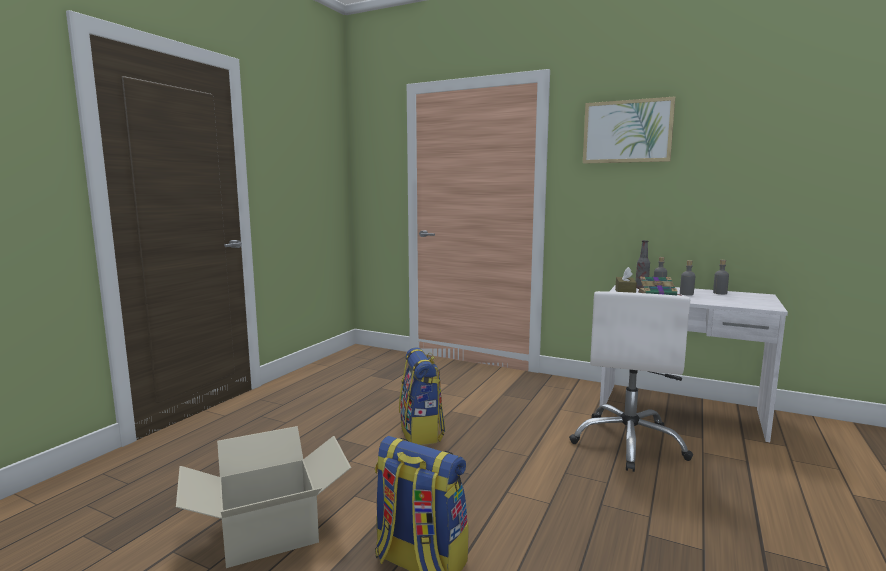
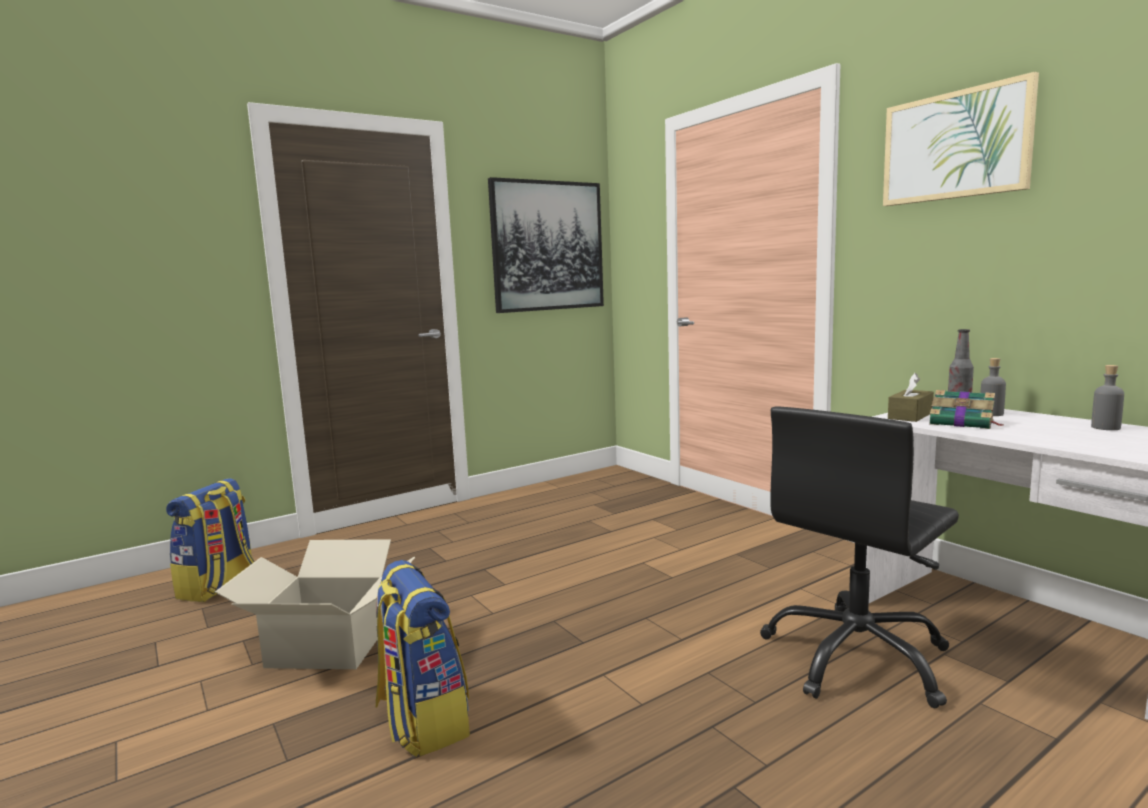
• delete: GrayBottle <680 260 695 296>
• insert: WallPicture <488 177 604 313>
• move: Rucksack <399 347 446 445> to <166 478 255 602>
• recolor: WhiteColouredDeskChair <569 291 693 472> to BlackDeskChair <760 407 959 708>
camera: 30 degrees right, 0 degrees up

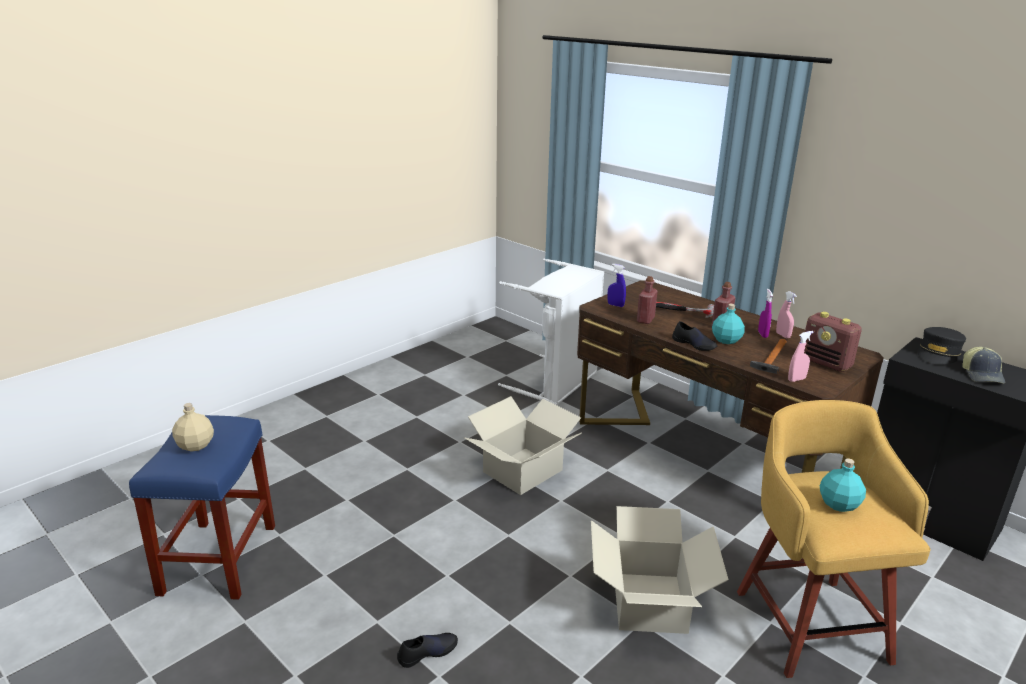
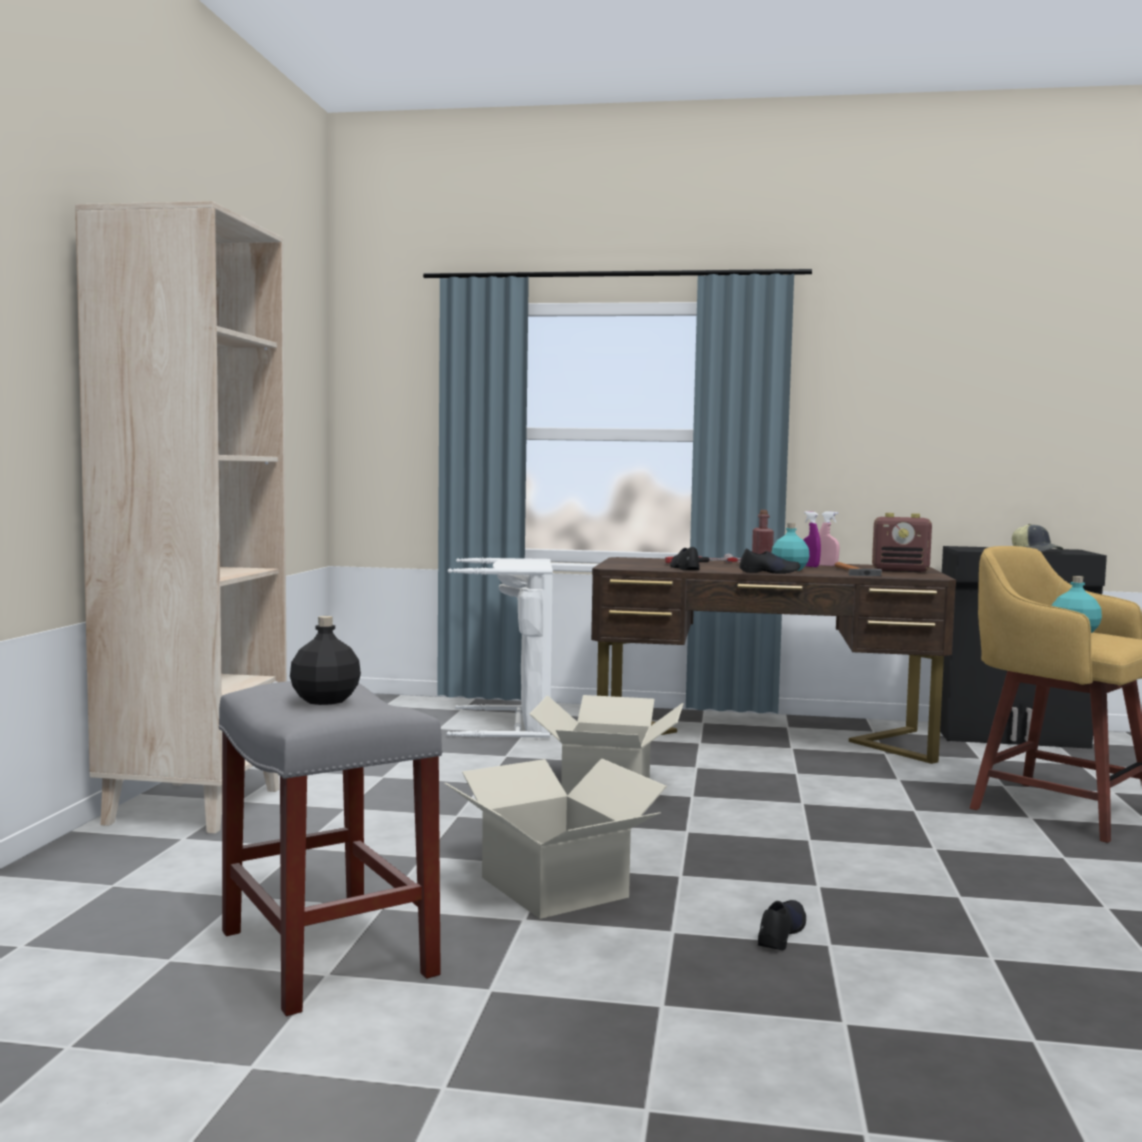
• delete: BlueColouredHandSprayer <607 264 626 307>
• delete: PinkHandSprayer <788 331 813 382>
• delete: BlackPeakedCap <917 327 966 365>
• insert: BeigeColouredShelvingUnit <75 201 287 834>
• move: PackingBox <591 506 729 634> to <445 759 667 919>
• replace: RedBottle <637 276 658 324> to BlackLowShoe <670 547 700 570>
• recolor: BlueColouredStoolSeat <129 415 275 600> to GrayStoolSeat <218 681 443 1016>
• recolor: BeigeColouredBottle <172 403 214 452> to BlackBottle <290 616 361 705>
camera: 35 degrees left, 20 degrees down

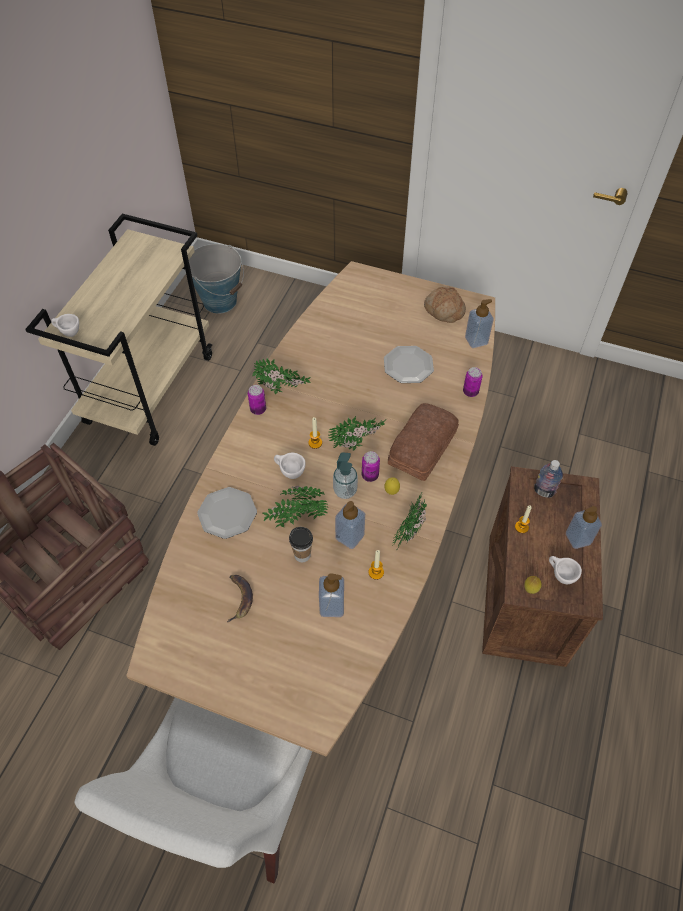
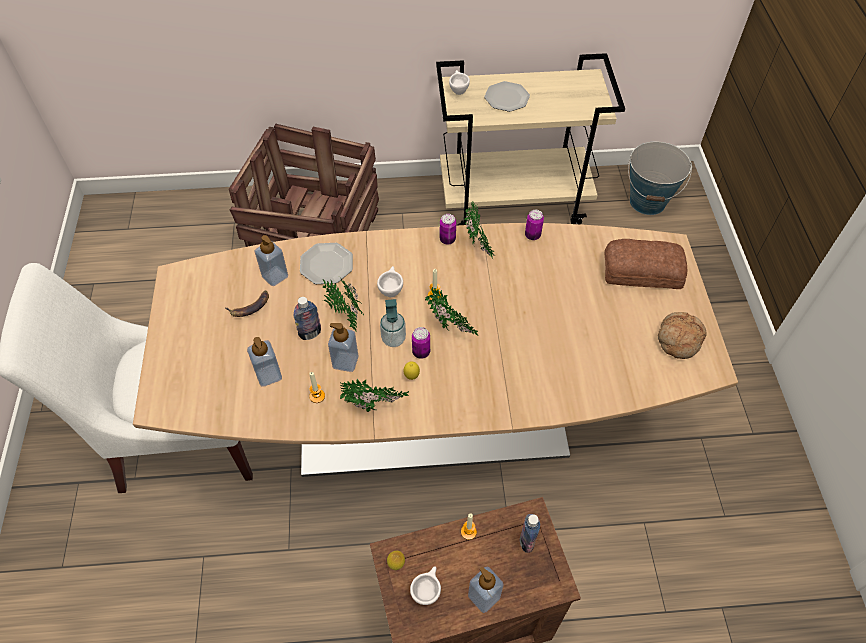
• move: Plate <384 346 434 383> to <484 81 530 112>
• move: BakedBread <388 403 459 481> to <605 239 687 289>
• move: MetalCan <463 367 483 397> to <525 210 544 240>
• move: LiquidSoapBottle <465 299 494 348> to <254 235 288 286>
• replace: DrinkingCup <289 527 313 562> to Bottle <294 297 321 340>
camera: 65 degrees right, 0 degrees up

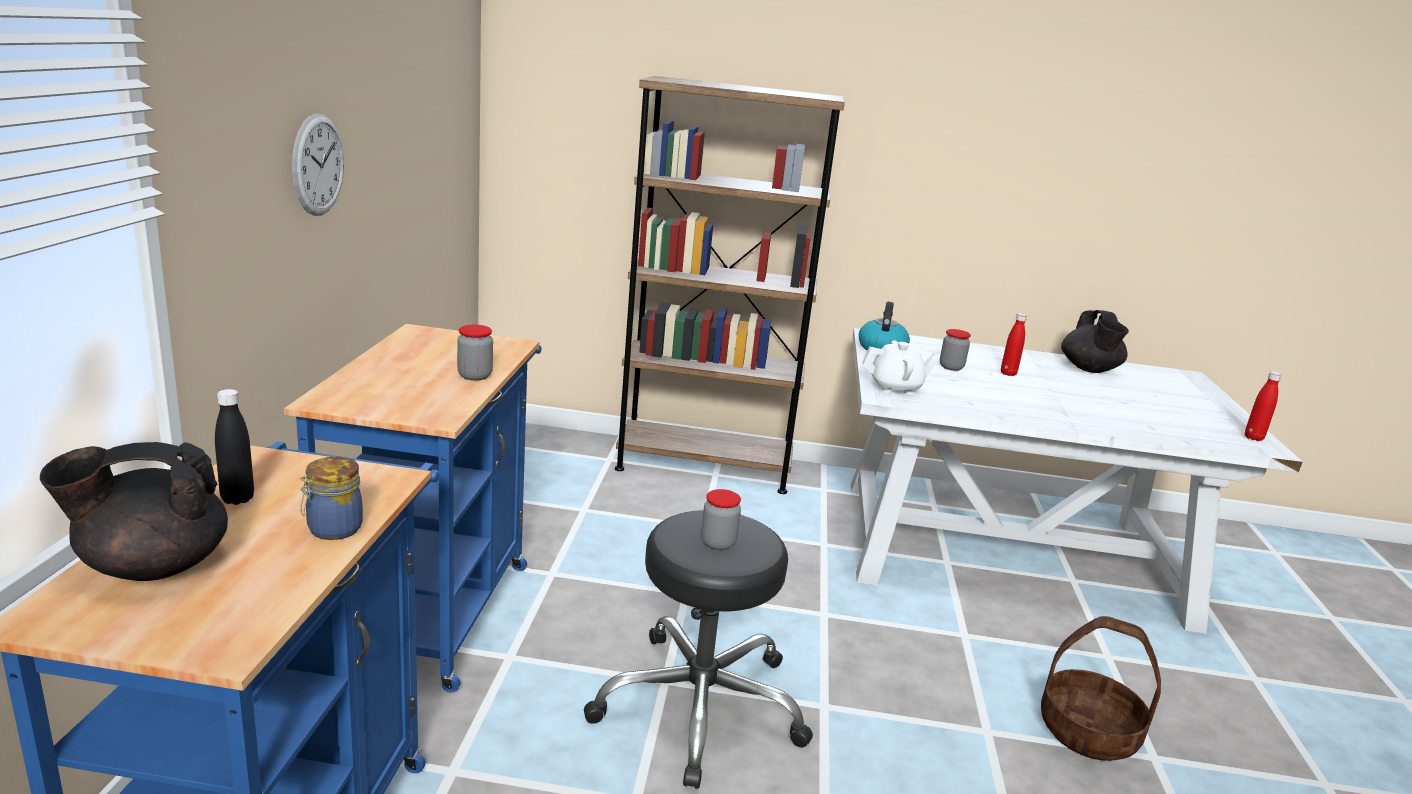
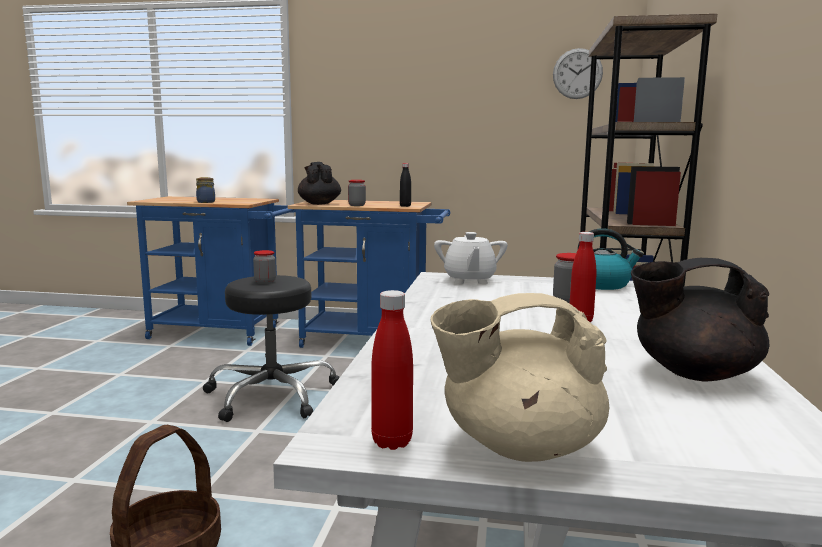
• insert: BeigeColouredPotForTea <430 293 609 462>
• move: BlackPotForTea <40 442 228 581> to <298 162 341 205>
• move: BlackBottle <215 389 254 505> to <400 163 411 207>
• move: WallClock <292 113 344 216> to <553 48 603 99>
camera: 95 degrees right, 10 degrees down

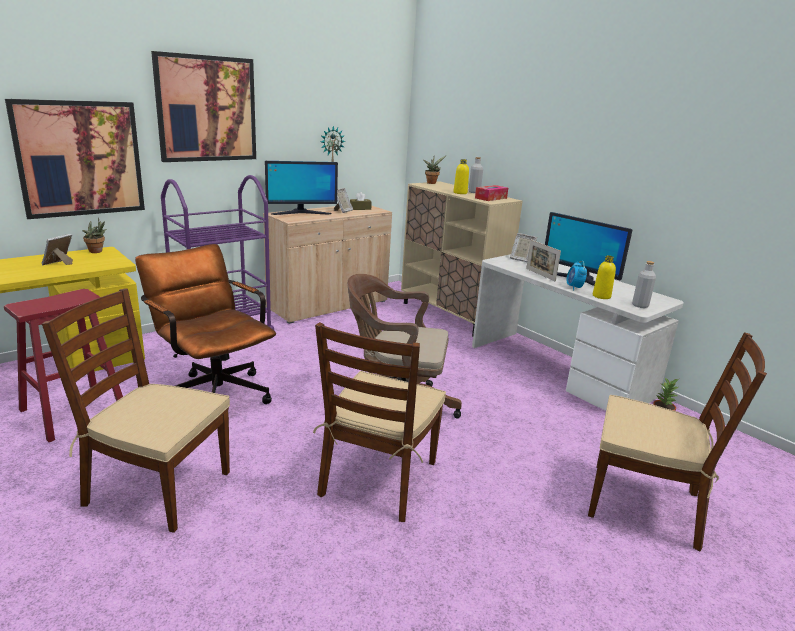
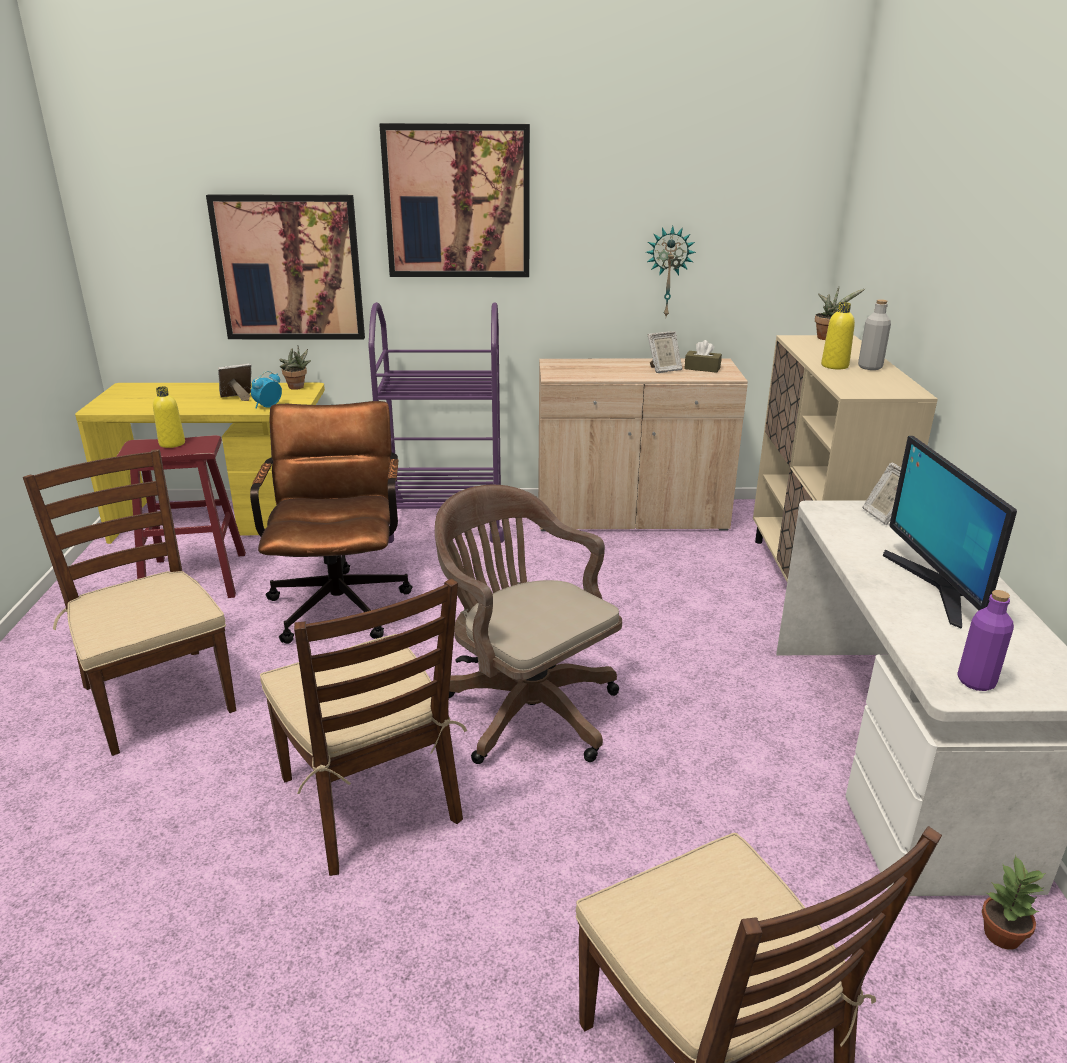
• delete: ComputerScreen <265 161 338 215>
• delete: BoxOfTissues <475 185 508 201>
• delete: PictureFrame <526 240 561 282>
• move: TableClock <567 261 587 290> to <251 371 282 409>
• move: YellowColouredBottle <593 256 616 299> to <153 386 185 448>
• recolor: GrayBottle <632 261 656 308> to PurplishBottle <957 590 1014 691>
• rotate: BrownChair <313 322 446 522> = <260 578 467 876> 90 degrees counterclockwise
camera: 40 degrees right, 5 degrees up

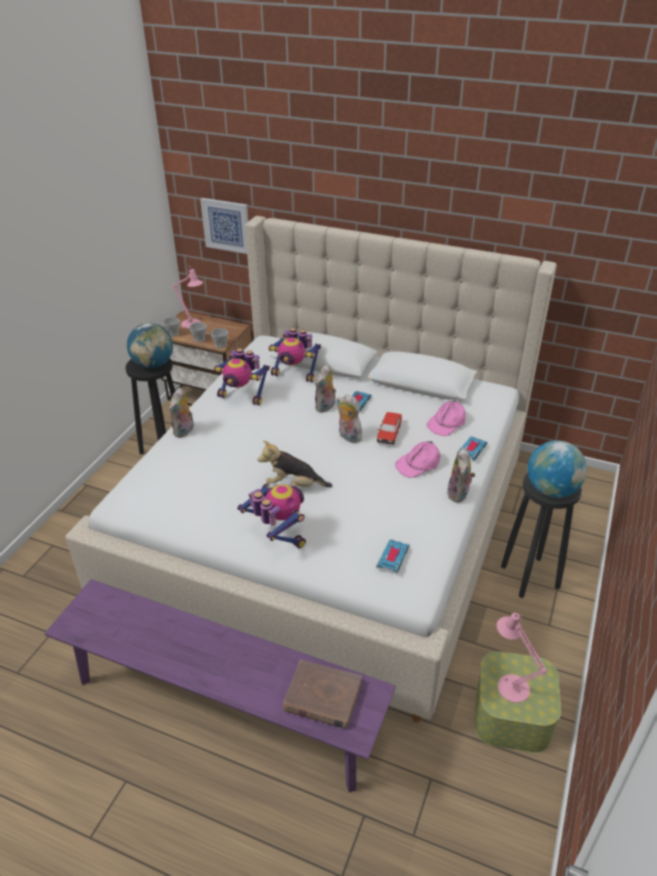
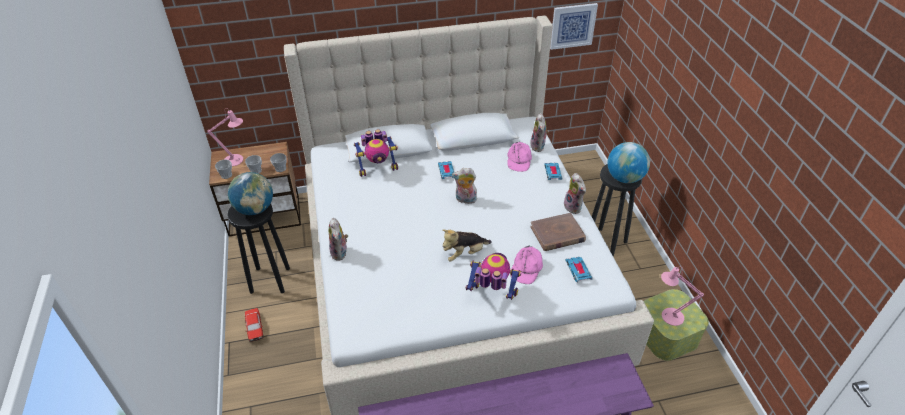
• delete: ModelRobot <213 348 270 406>
• move: WallPicture <200 198 248 254> to <550 3 598 50>
• move: BrownVolume <283 660 362 729> to <530 213 586 251>
• move: SoftToy <315 364 336 413> to <530 113 549 152>
• move: ModelCar <377 412 402 445> to <245 308 264 342>
• move: PinkPeakedCap <395 441 440 478> to <510 246 543 284>
camera: 35 degrees left, 5 degrees up

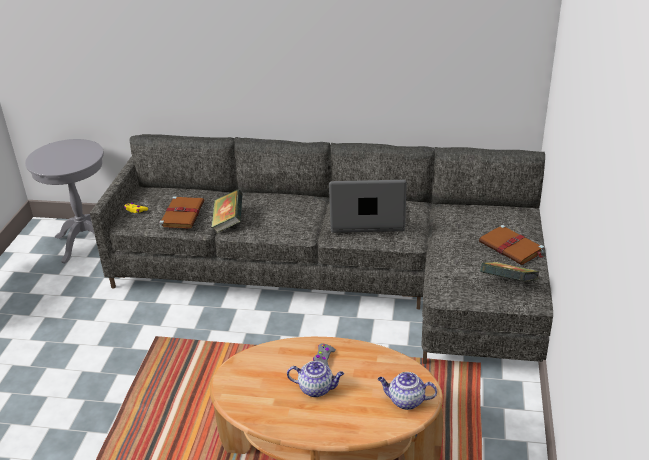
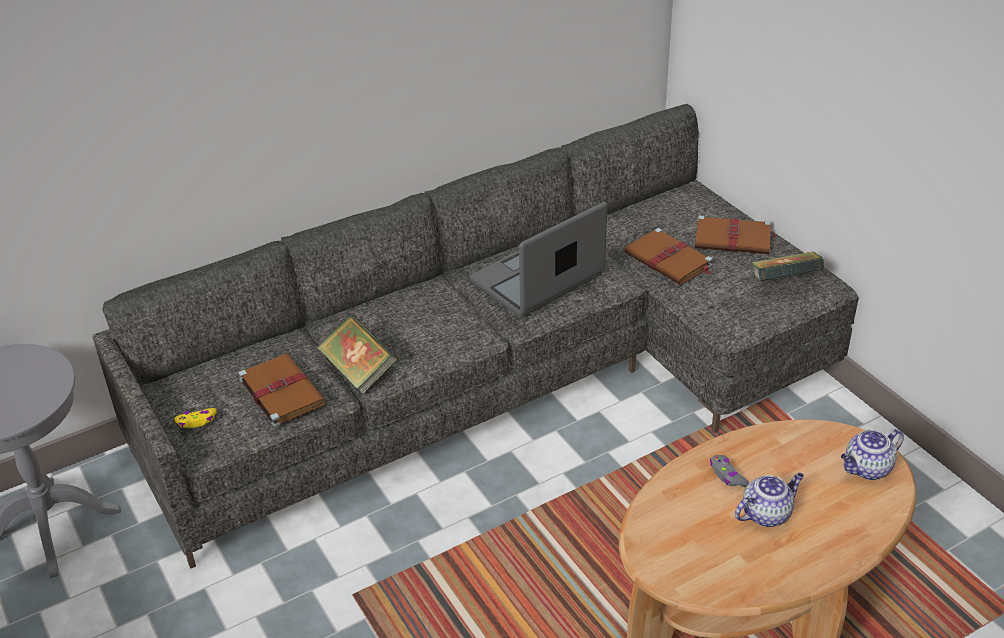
• insert: BrownVolume <624 228 712 285>
camera: 40 degrees left, 5 degrees up

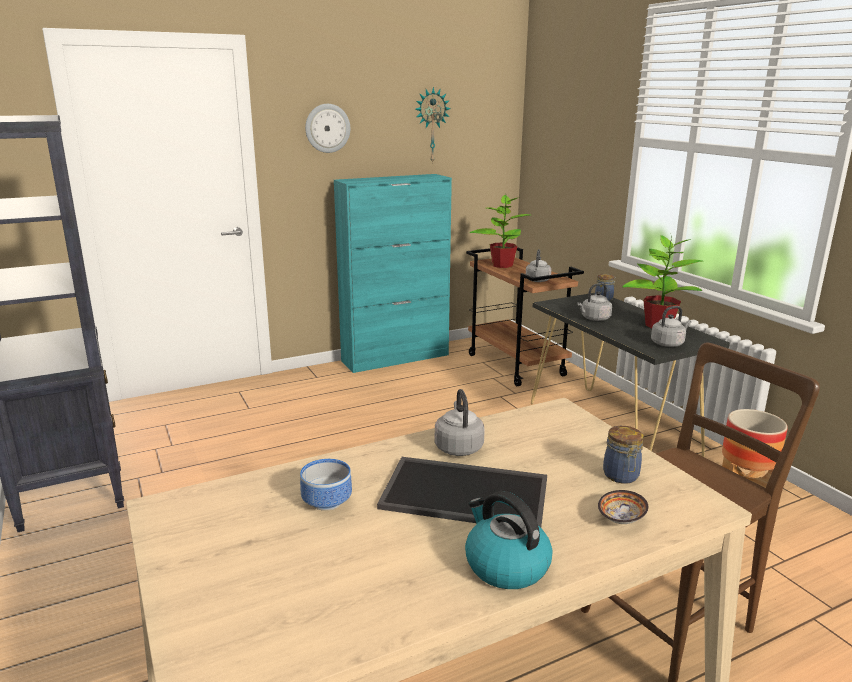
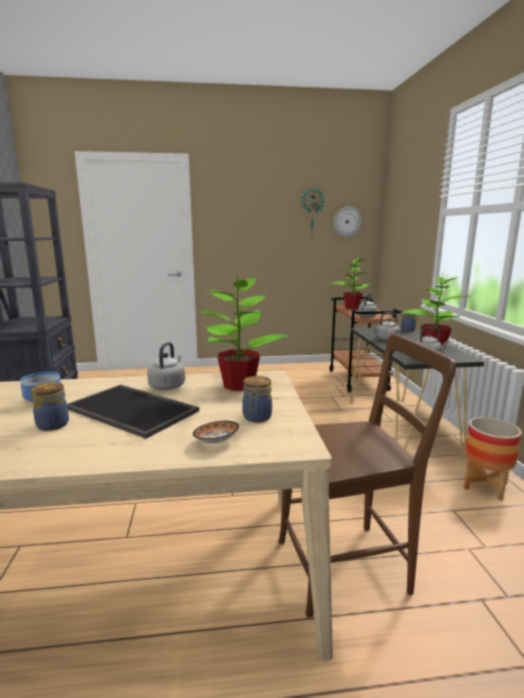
• delete: BlueGreenStorageCabinet <334 174 452 373>
• delete: WaterKettle <465 491 553 589>
• insert: StorageJar <31 382 69 431>
• insert: Houseplant <200 272 289 391>
• move: WallClock <305 104 350 153> to <334 207 362 237>
camera: 20 degrees right, 5 degrees down

